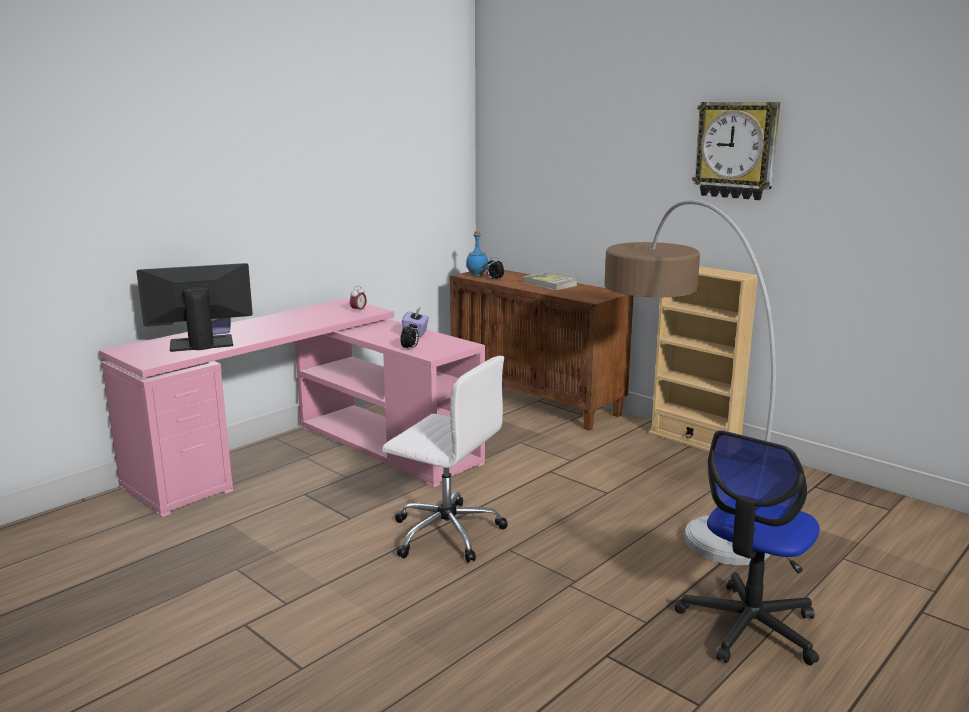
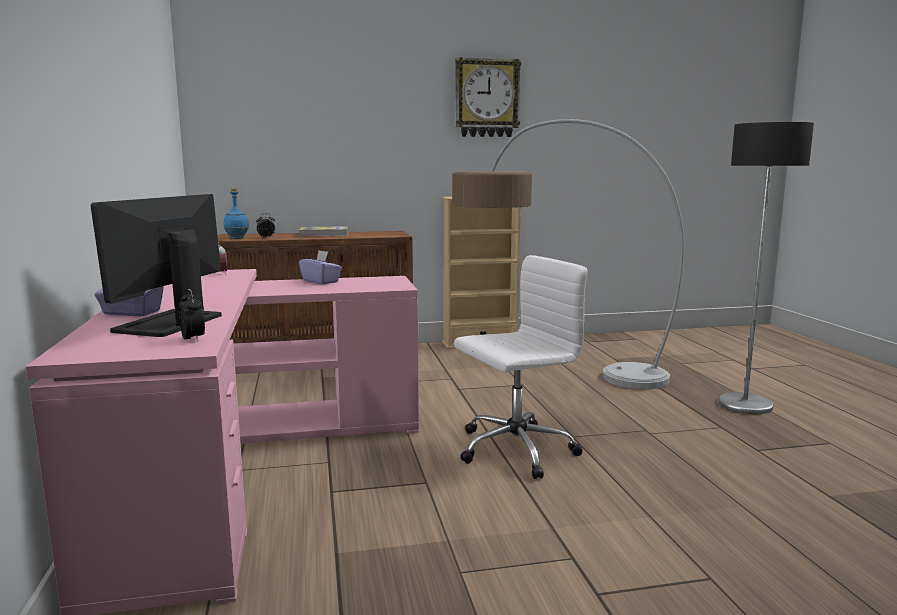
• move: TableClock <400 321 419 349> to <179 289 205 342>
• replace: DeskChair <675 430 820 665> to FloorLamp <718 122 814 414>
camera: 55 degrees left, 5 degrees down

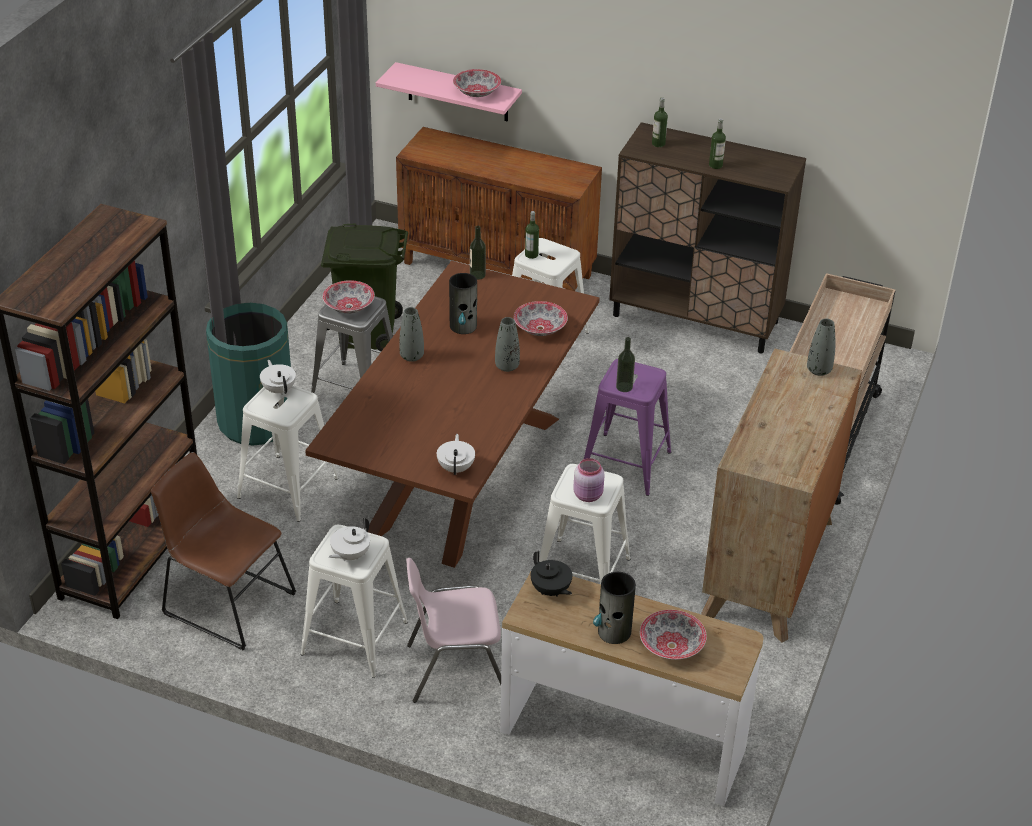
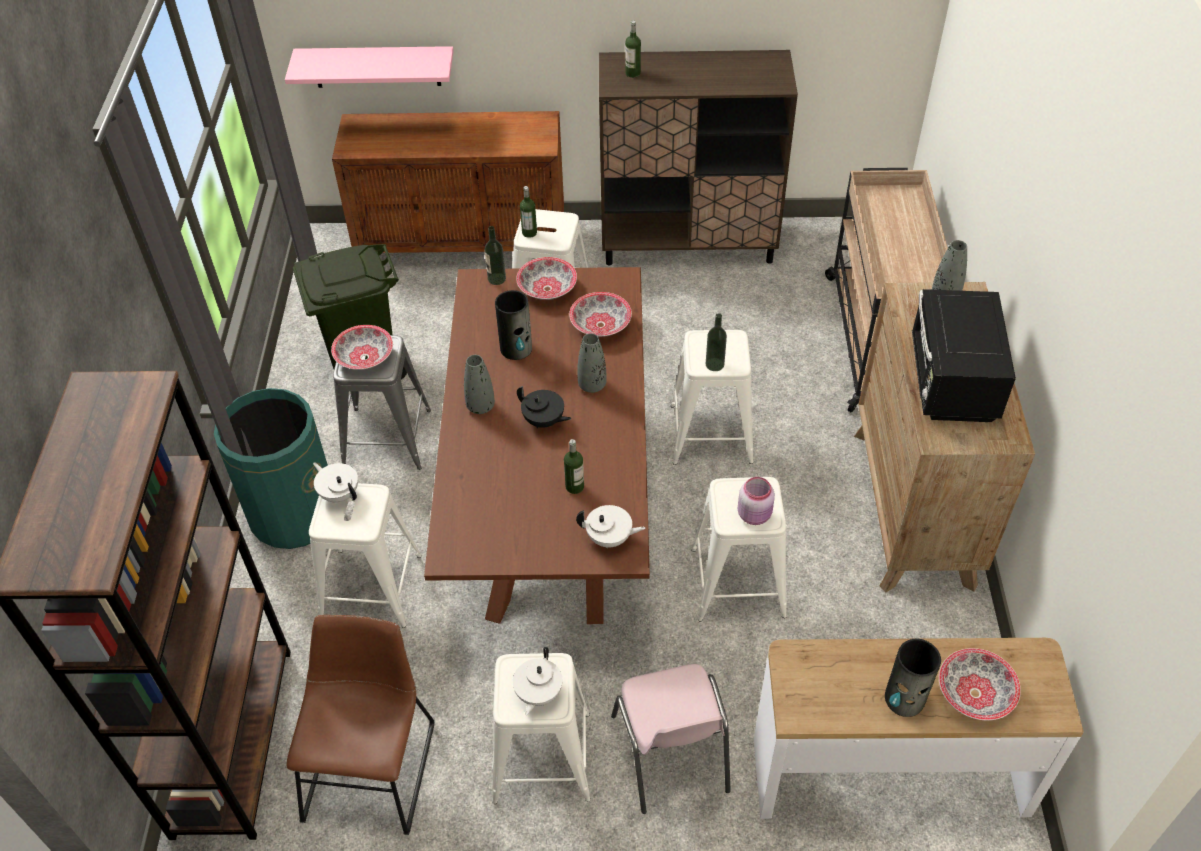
• insert: BlackMicrowave <912 289 1016 422>
• move: DeepDish <453 69 501 97> to <516 257 577 300>
• move: BlackPotForTea <531 551 572 597> to <517 386 571 428>
• move: Bottle <709 118 726 169> to <564 439 584 494>
• recolor: PurplishStoolSeat <584 359 671 496> to WhiteColouredStoolSeat <670 330 753 465>
• rotate: BrownChair <151 452 296 650> = <286 615 434 835> 90 degrees clockwise
• rotate: PinkChair <406 558 501 703> = <611 664 731 814> 75 degrees counterclockwise
• rotate: WhiteColouredPotForTea <437 434 475 475> = <576 505 645 548> 120 degrees clockwise
camera: 20 degrees left, 10 degrees up

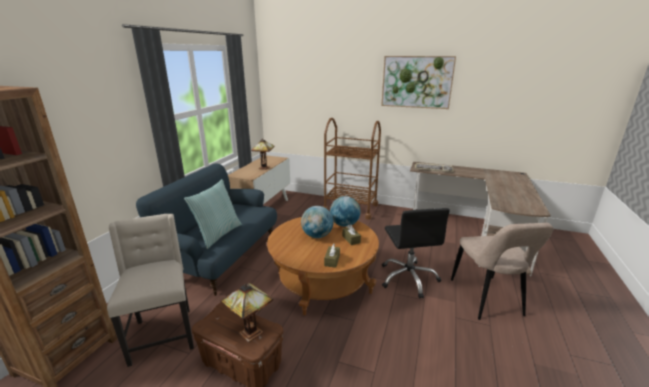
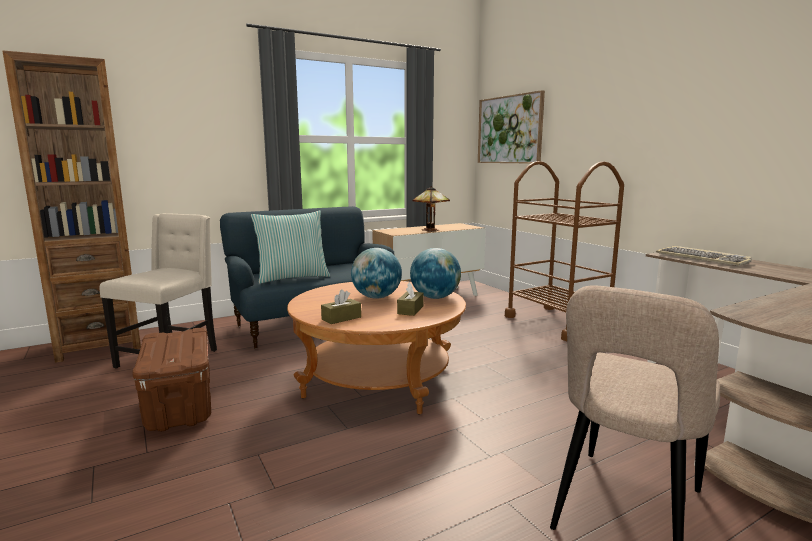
• delete: TableLamp <221 283 274 343>
• delete: BlackDeskChair <382 208 450 299>
• move: WallPicture <381 56 456 109> to <478 90 545 164>
camera: 40 degrees right, 10 degrees down

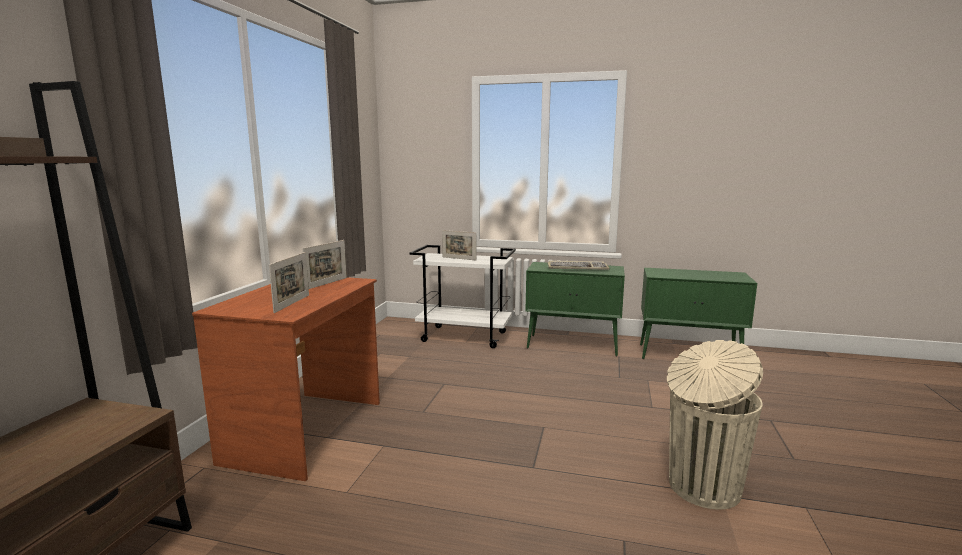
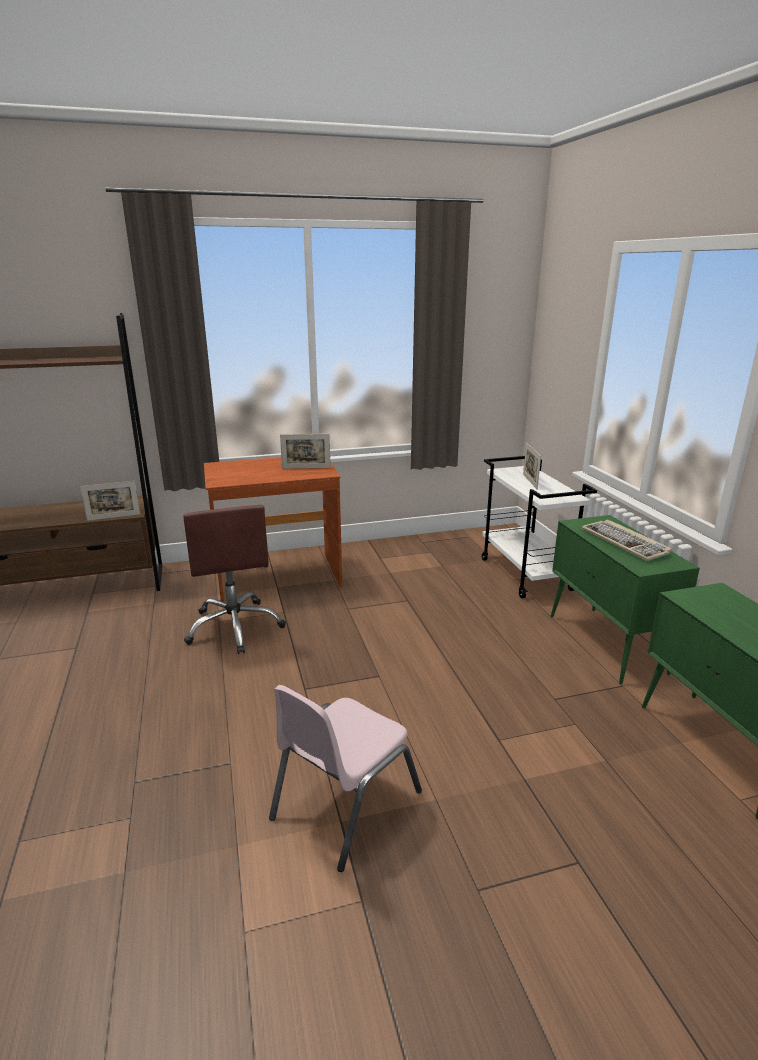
• insert: BrownDeskChair <183 505 286 654>
• move: PictureFrame <269 252 309 313> to <80 481 140 521>
• replace: BeigeColouredRubbishBin <667 340 763 510> to PinkChair <269 685 422 872>
camera: 60 degrees right, 10 degrees up

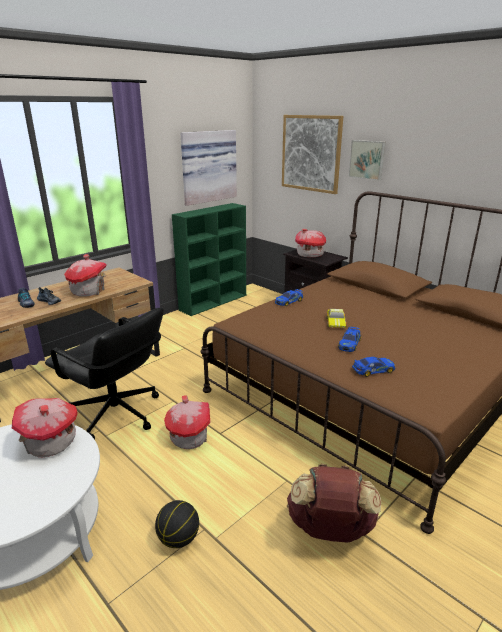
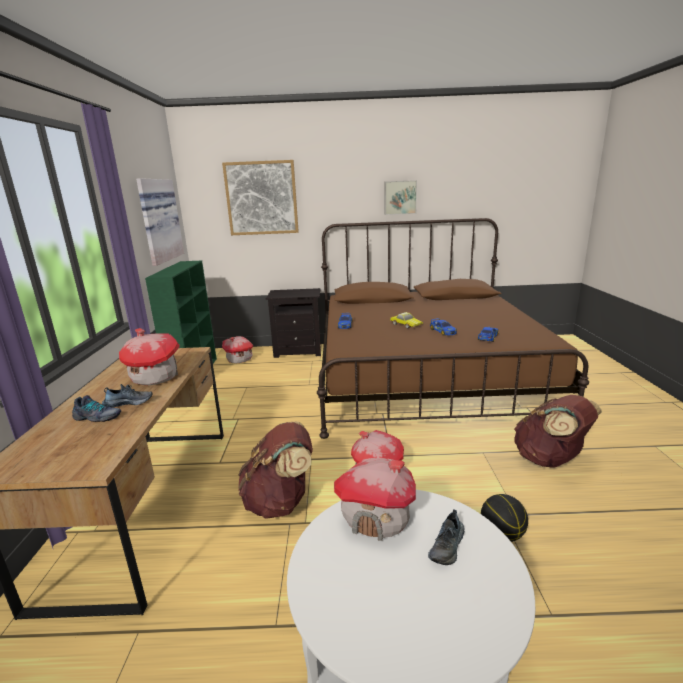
• insert: LowShoe <428 509 465 565>
• move: ToyHouse <295 229 326 257> to <222 336 253 363>
• move: WallPicture <349 140 386 180> to <384 180 417 215>
• replace: BlackDeskChair <45 308 164 440> to BrownRucksack <238 422 313 519>
camera: 45 degrees left, 5 degrees down

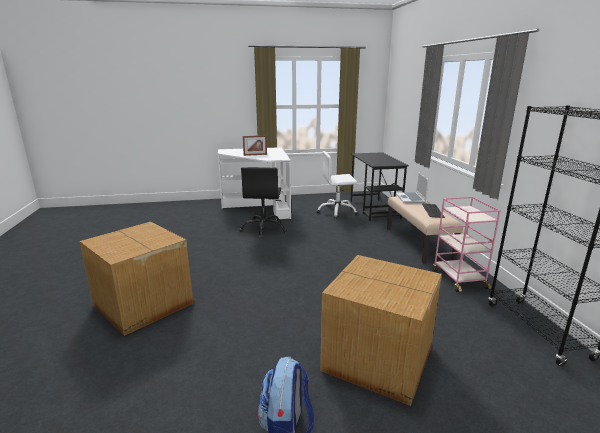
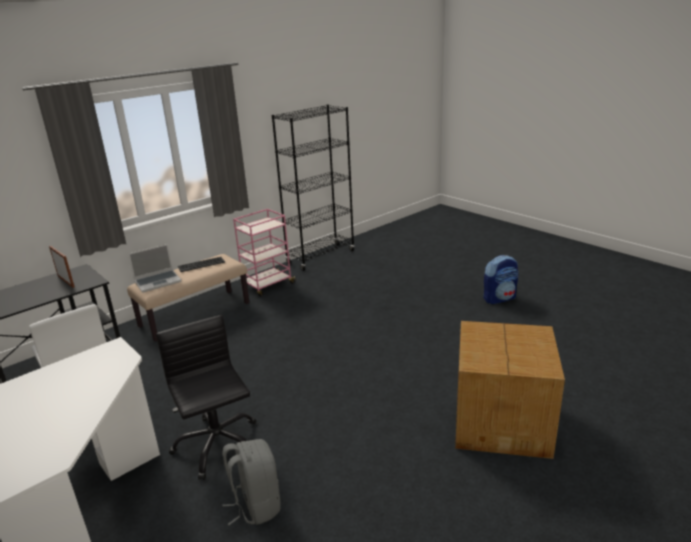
• delete: PackingBox <320 255 442 406>
• insert: GrayRucksack <222 439 281 525>
• move: PictureFrame <243 135 267 156> to <49 246 74 288>
• rotate: BlackDeskChair <239 167 287 239> = <156 315 256 480> 90 degrees counterclockwise
camera: 120 degrees left, 5 degrees up

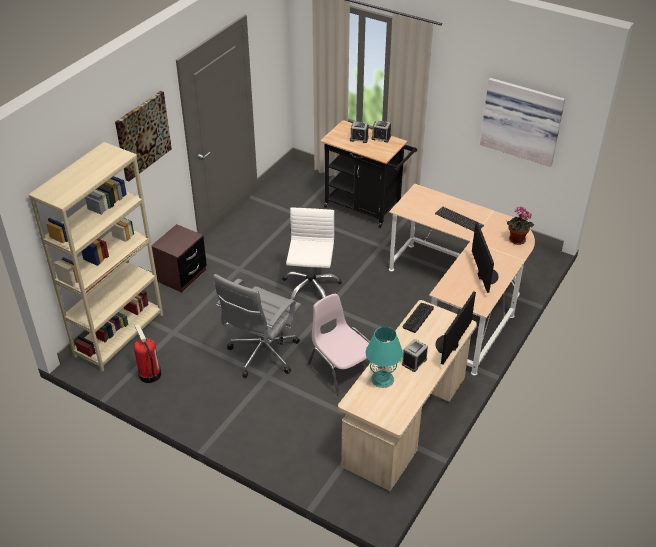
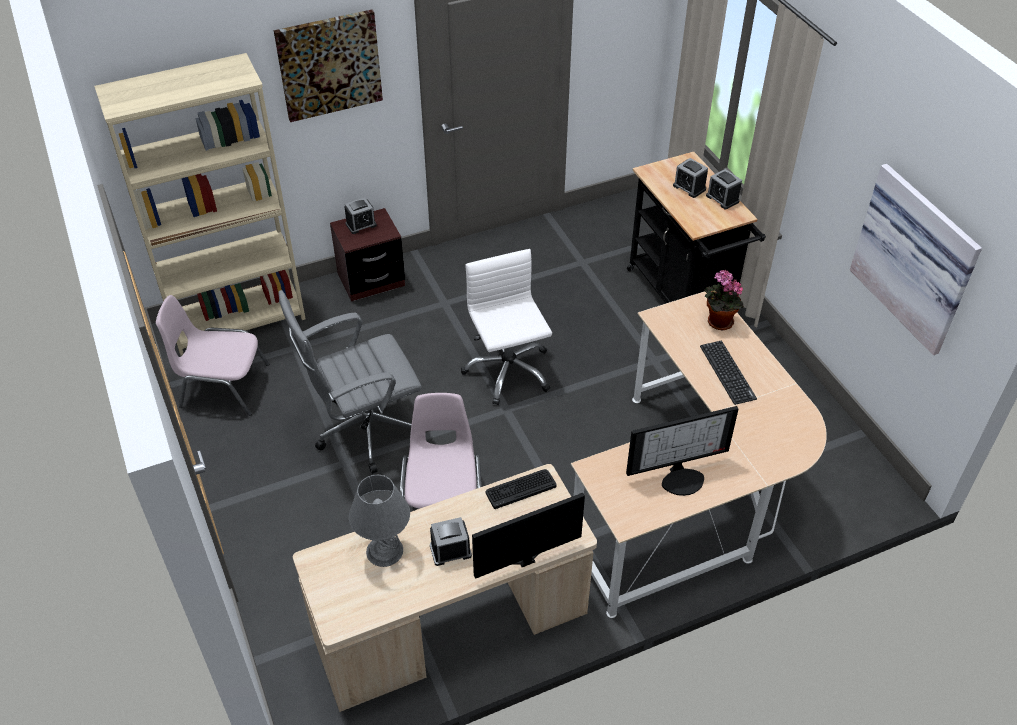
• insert: TableClock <344 197 377 234>
• move: Houseplant <507 207 534 245> to <704 270 744 330>
• replace: FireExtinguisher <134 324 161 383> to PinkChair <156 295 269 416>
• recolor: BlueGreenTableLamp <366 327 403 388> to GrayTableLamp <349 475 410 567>
• rotate: WhiteColouredDeskChair <282 208 342 300> = <461 249 552 405> 60 degrees counterclockwise
• rotate: ComputerScreen <472 222 499 293> = <626 406 738 496> 45 degrees clockwise
camera: 35 degrees right, 5 degrees up

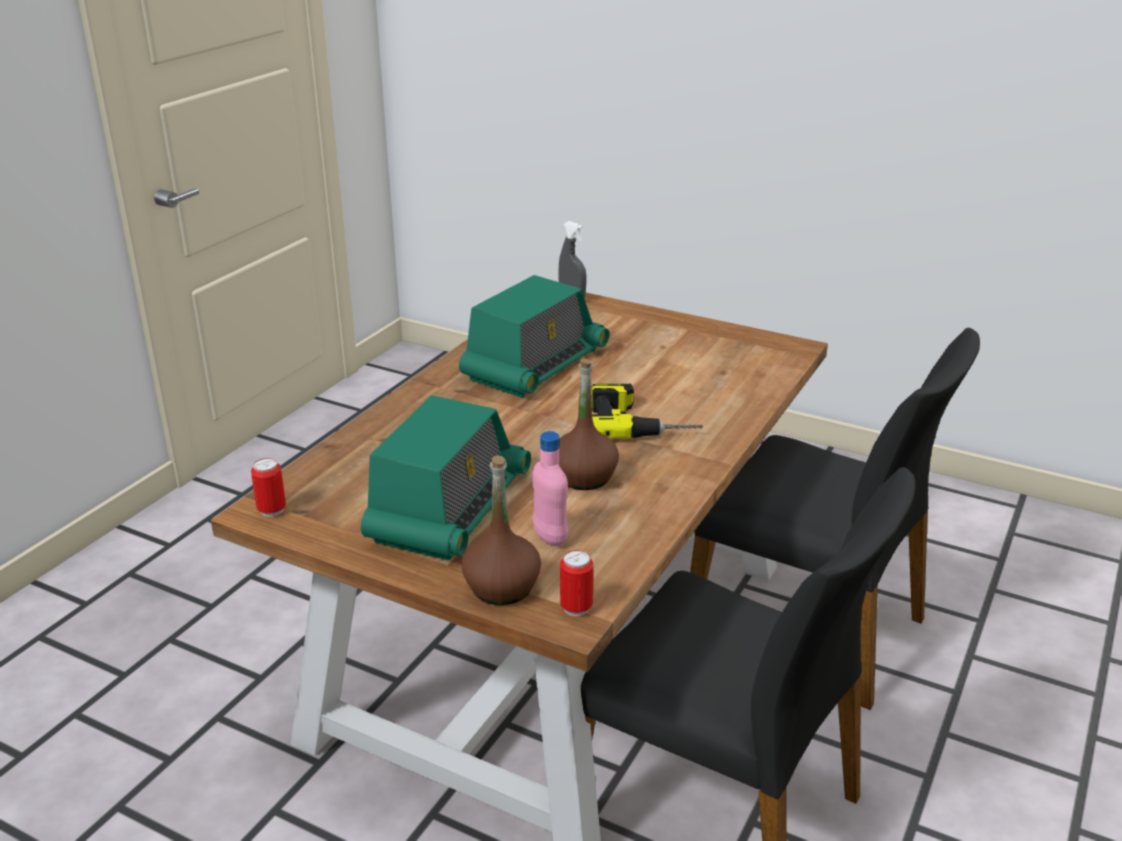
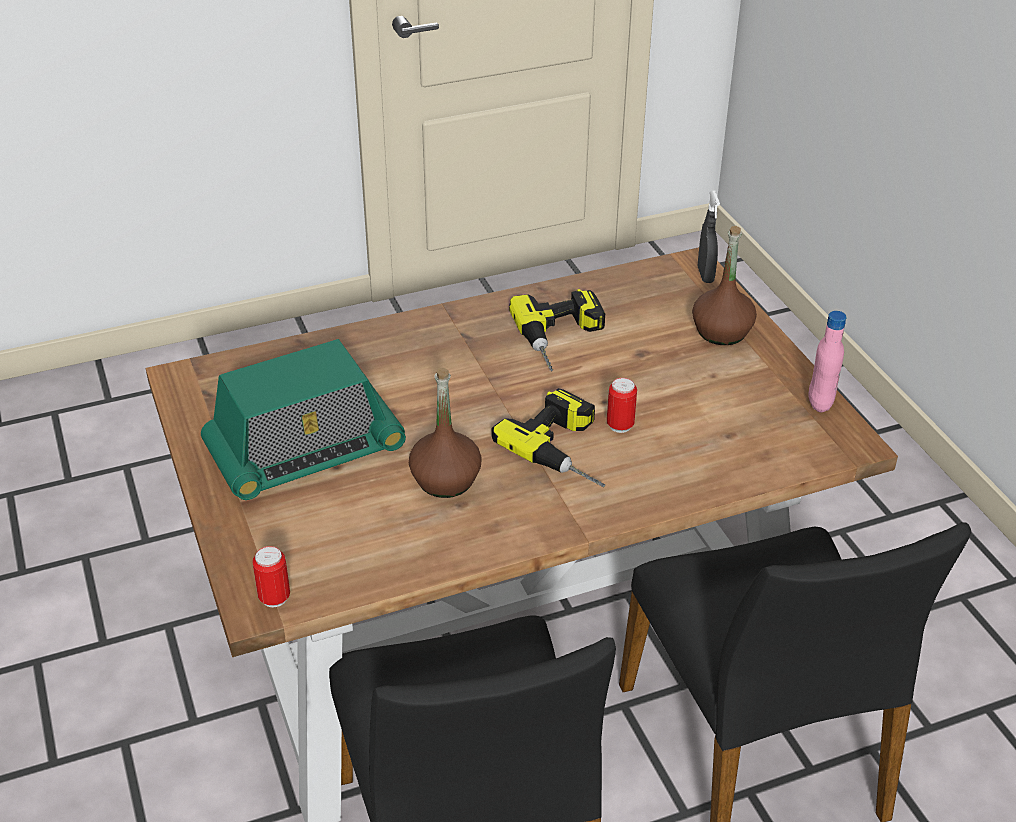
• move: MetalCan <251 458 286 517> to <607 378 637 433>
• move: BrownBottle <461 455 541 605> to <692 226 757 345>
• move: PinkBottle <532 431 568 546> to <808 311 847 412>
• replace: RadioSet <459 275 609 398> to Drill <509 289 605 371>
camera: 40 degrees right, 10 degrees up

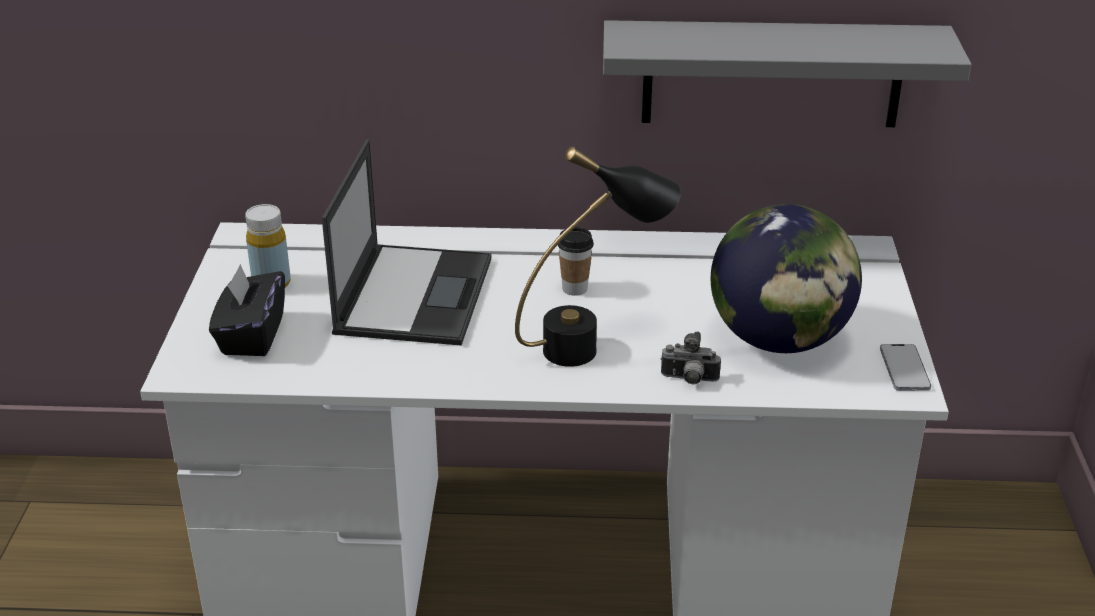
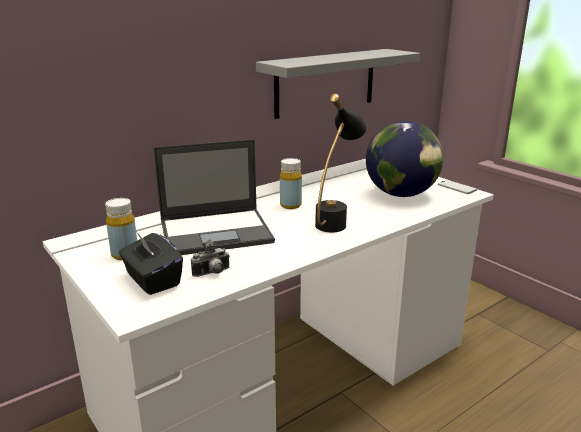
• move: PhotoCamera <661 331 721 385> to <191 239 230 277>
• replace: DrinkingCup <558 227 594 296> to YellowColouredBottle <280 158 302 209>
• rotate: PortableComputer <322 139 491 346> = <154 139 275 255> 105 degrees clockwise
camera: 40 degrees left, 10 degrees down

